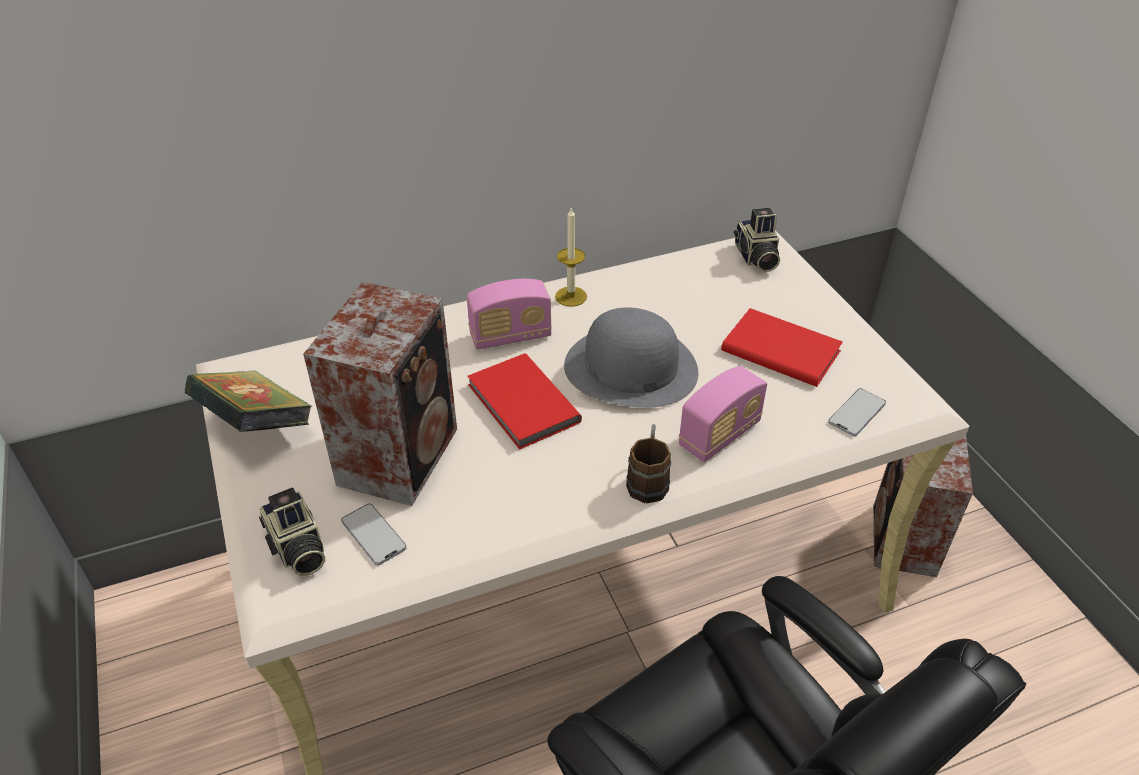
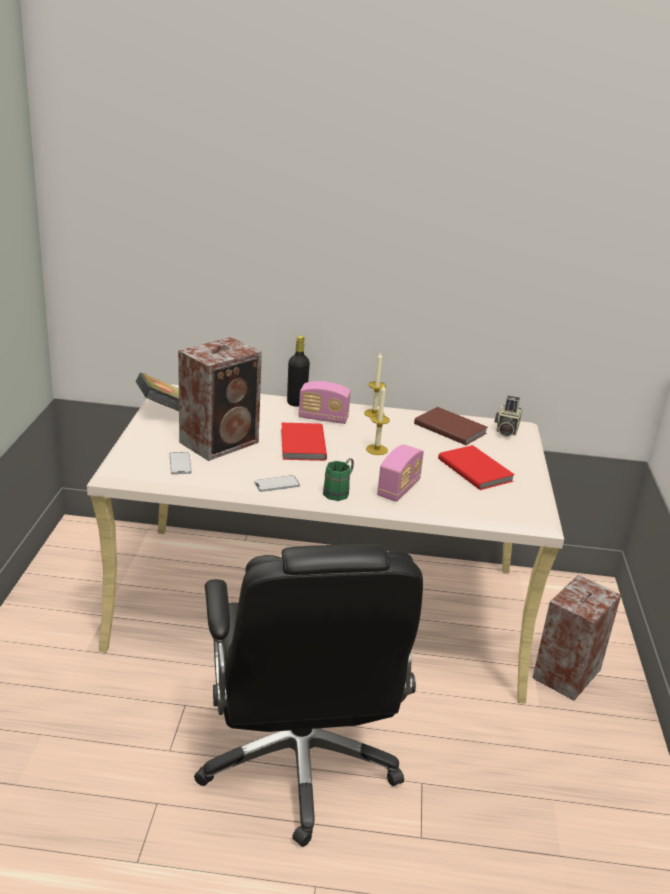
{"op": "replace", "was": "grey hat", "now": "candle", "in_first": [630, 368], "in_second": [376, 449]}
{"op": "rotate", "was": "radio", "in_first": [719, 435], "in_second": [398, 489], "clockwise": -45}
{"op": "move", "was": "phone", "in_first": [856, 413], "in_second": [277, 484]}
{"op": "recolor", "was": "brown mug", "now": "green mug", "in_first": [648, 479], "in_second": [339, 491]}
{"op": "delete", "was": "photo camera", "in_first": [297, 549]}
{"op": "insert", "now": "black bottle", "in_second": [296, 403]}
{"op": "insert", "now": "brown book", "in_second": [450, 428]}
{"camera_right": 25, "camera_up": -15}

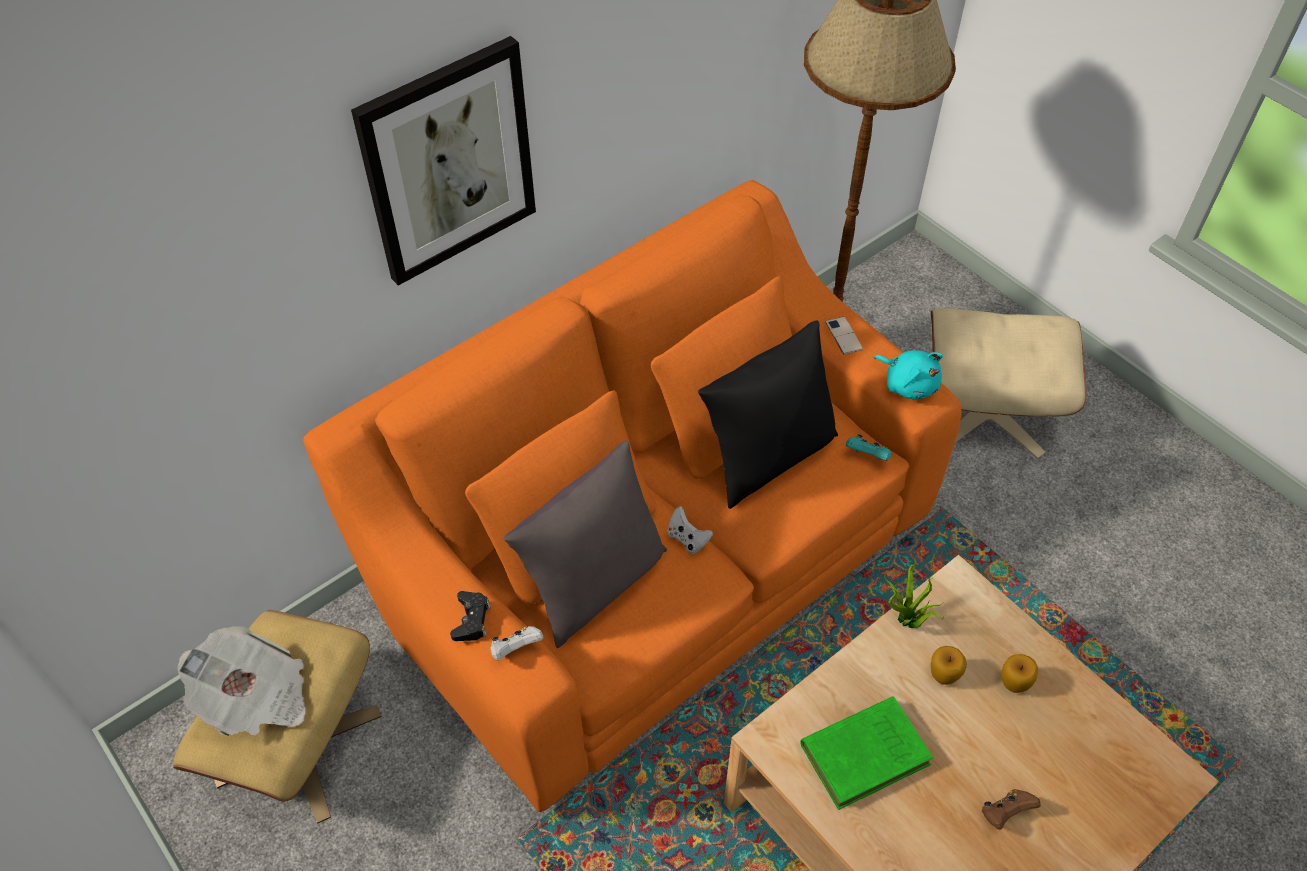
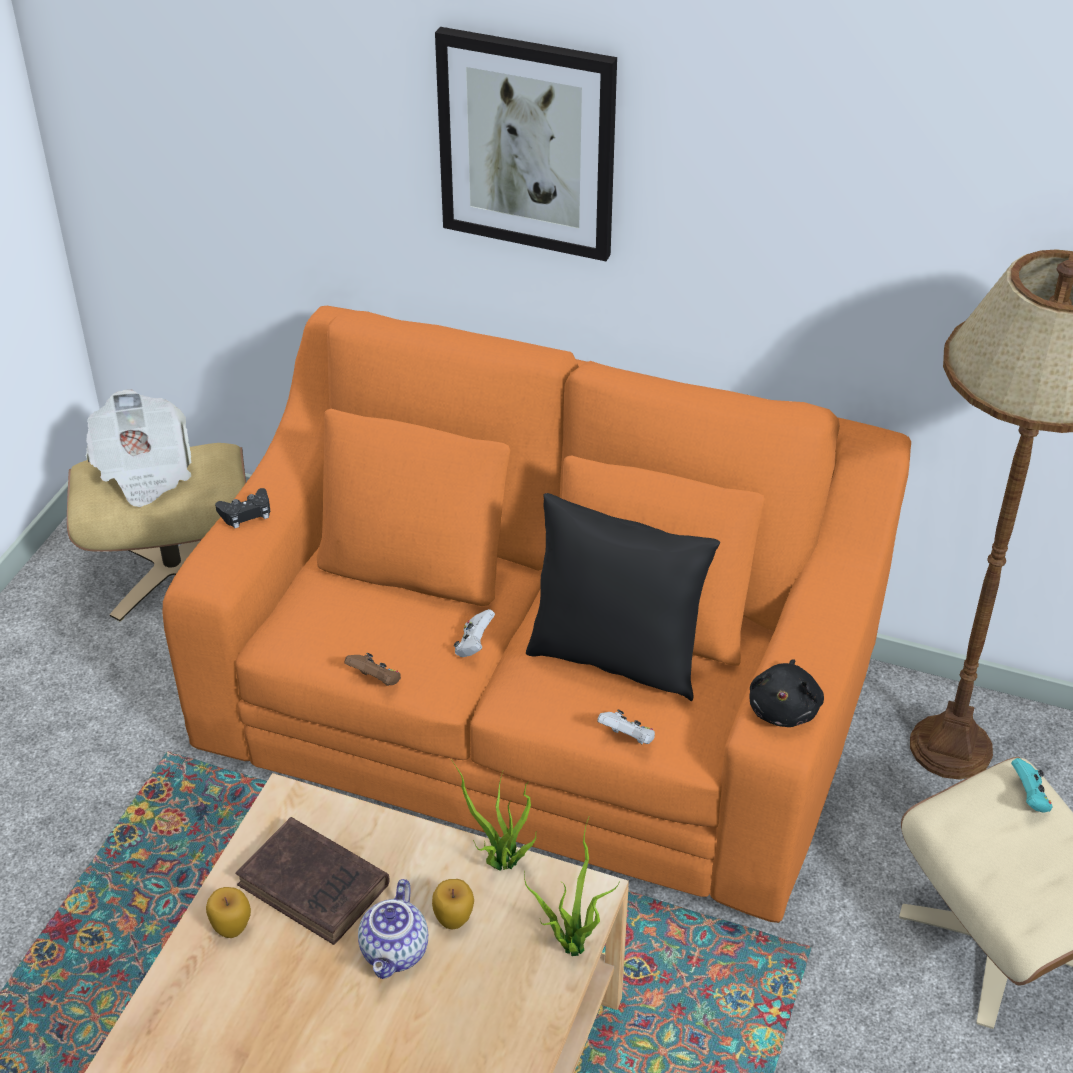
{"op": "delete", "was": "phone", "in_first": [843, 336]}
{"op": "recolor", "was": "turquoise plush toy", "now": "black plush toy", "in_first": [908, 384], "in_second": [784, 708]}
{"op": "move", "was": "turquoise game controller", "in_first": [867, 456], "in_second": [1029, 797]}
{"op": "delete", "was": "grey pillow", "in_first": [594, 584]}
{"op": "move", "was": "white game controller", "in_first": [516, 649], "in_second": [628, 738]}
{"op": "move", "was": "apple", "in_first": [1014, 683], "in_second": [231, 928]}
{"op": "recolor", "was": "green book", "now": "brown book", "in_first": [867, 753], "in_second": [316, 887]}
{"op": "move", "was": "brown game controller", "in_first": [1005, 813], "in_second": [376, 680]}
{"op": "insert", "now": "potted plant", "in_second": [570, 943]}
{"op": "insert", "now": "teapot", "in_second": [396, 952]}
{"camera_right": 60, "camera_up": -10}

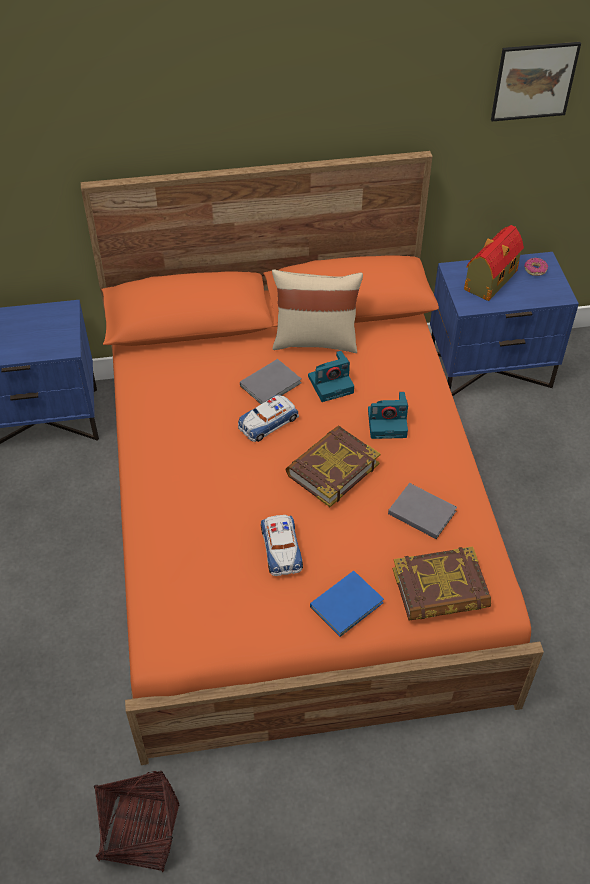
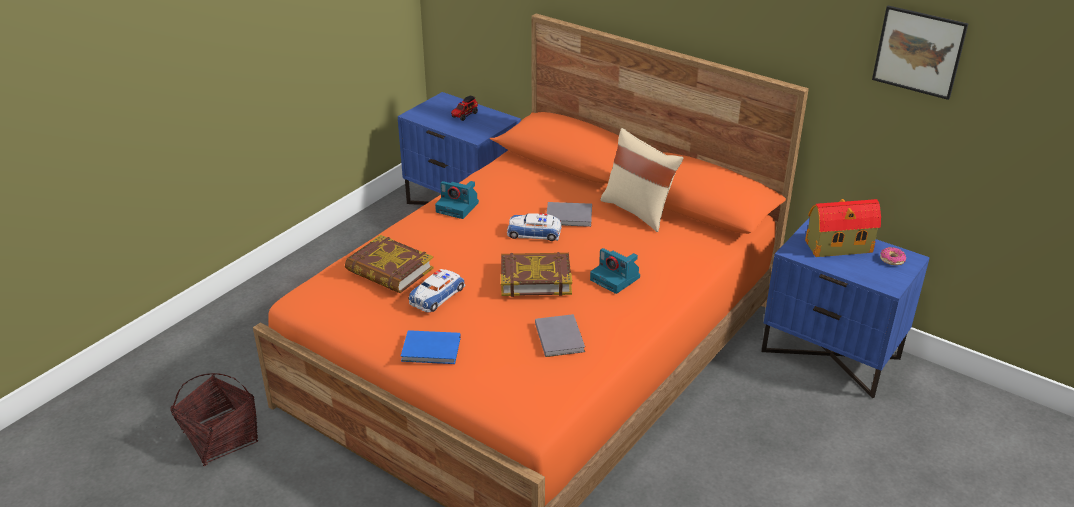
{"op": "move", "was": "photo camera", "in_first": [331, 384], "in_second": [458, 207]}
{"op": "move", "was": "book", "in_first": [440, 589], "in_second": [389, 270]}
{"op": "insert", "now": "toy truck", "in_second": [464, 115]}
{"camera_right": 45, "camera_up": -15}

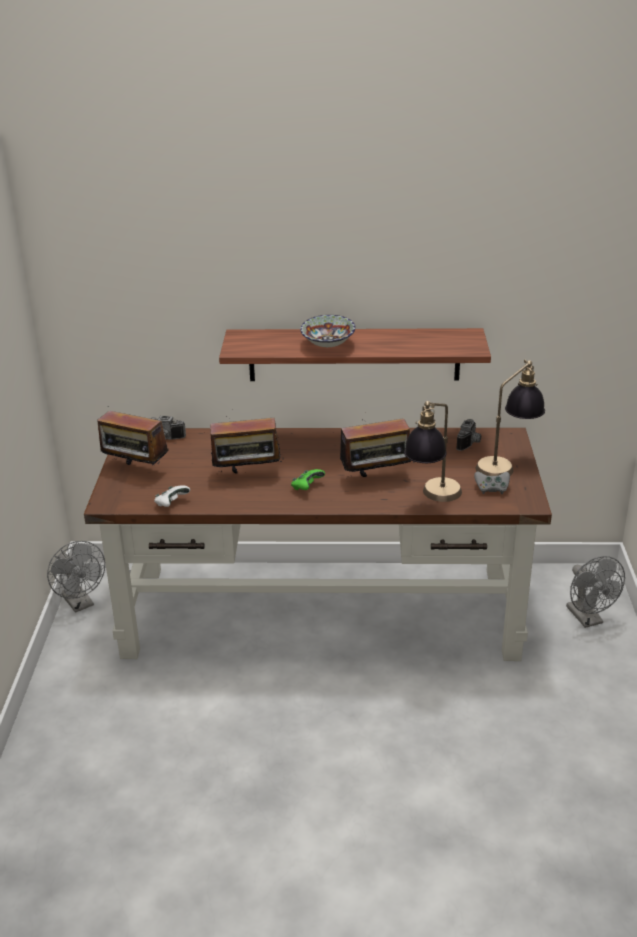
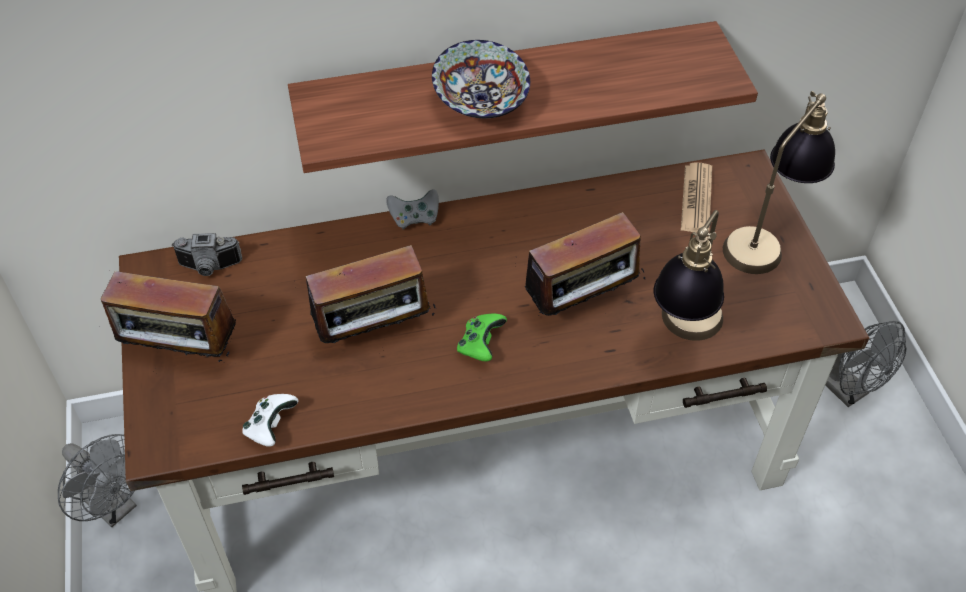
{"op": "replace", "was": "photo camera", "now": "newspaper", "in_first": [470, 443], "in_second": [696, 199]}
{"op": "move", "was": "grey game controller", "in_first": [491, 489], "in_second": [414, 218]}
{"camera_right": -15, "camera_up": 20}

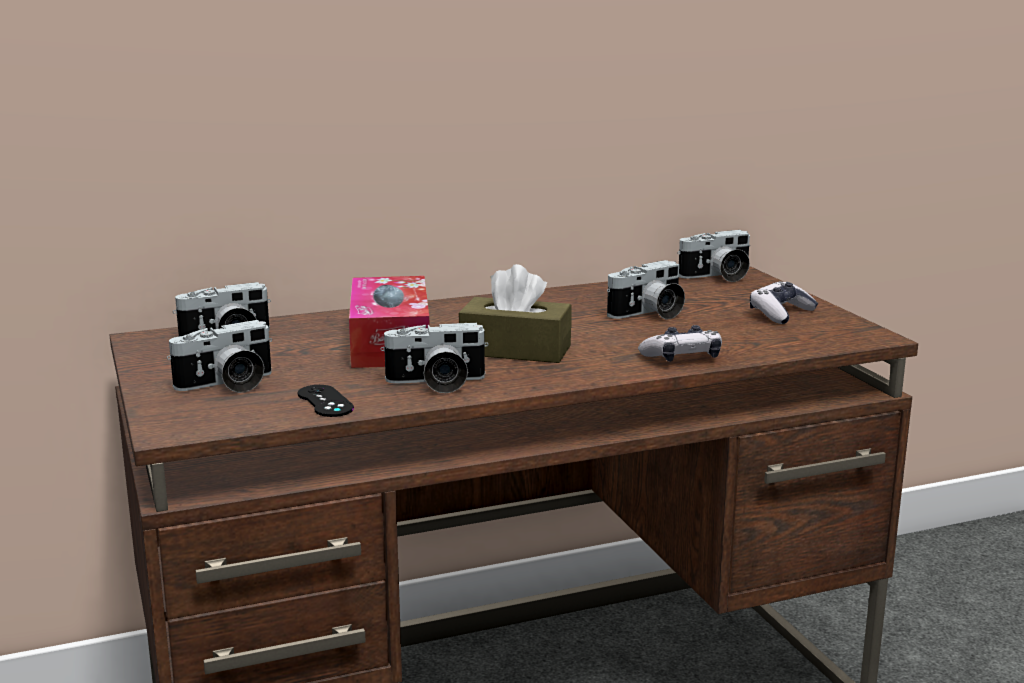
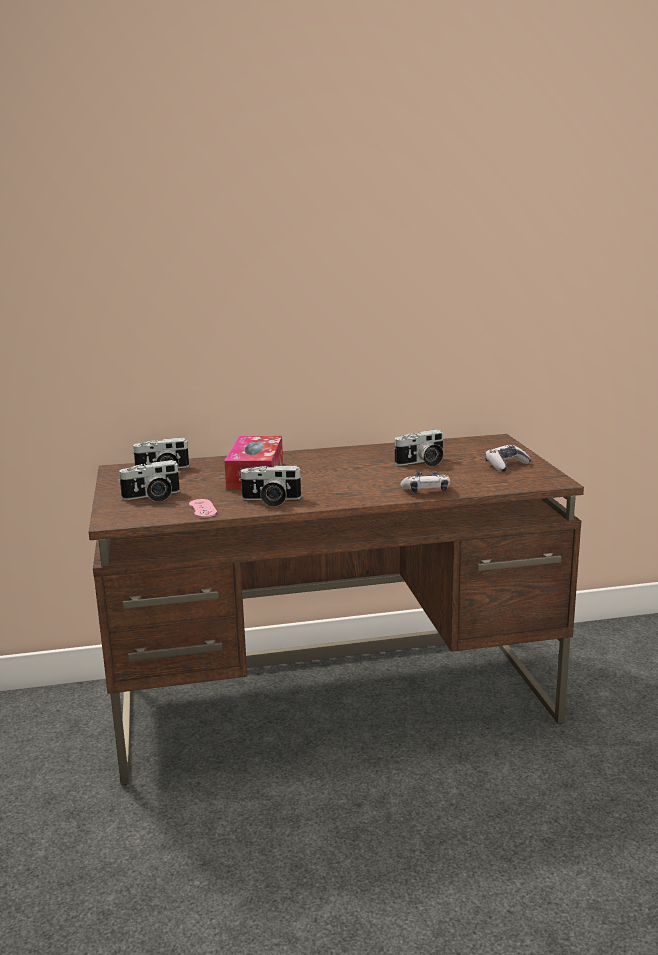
{"op": "delete", "was": "photo camera", "in_first": [717, 277]}
{"op": "delete", "was": "brown tissue box", "in_first": [515, 350]}
{"op": "recolor", "was": "black game controller", "now": "pink game controller", "in_first": [325, 401], "in_second": [202, 508]}
{"camera_right": 10, "camera_up": 0}

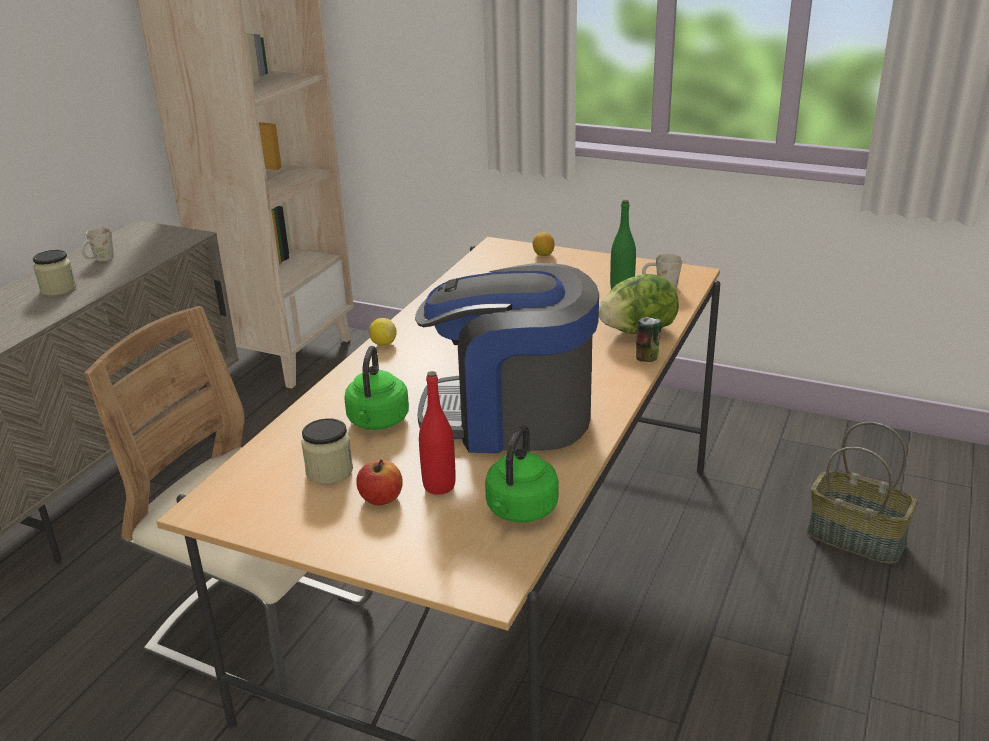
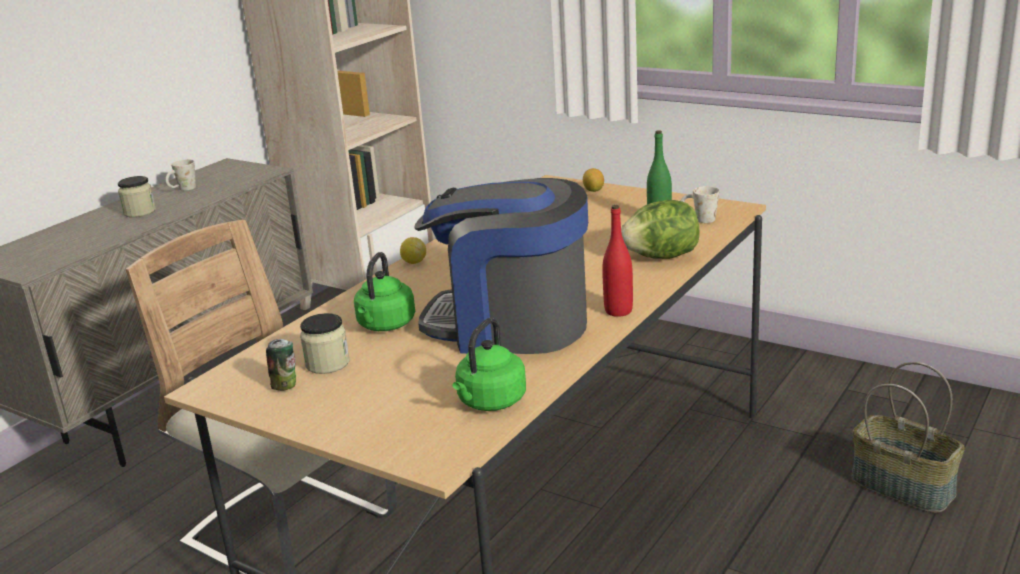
{"op": "move", "was": "can", "in_first": [647, 358], "in_second": [286, 386]}
{"op": "move", "was": "red bottle", "in_first": [439, 486], "in_second": [618, 311]}
{"op": "delete", "was": "apple", "in_first": [381, 498]}
{"camera_right": 10, "camera_up": -5}

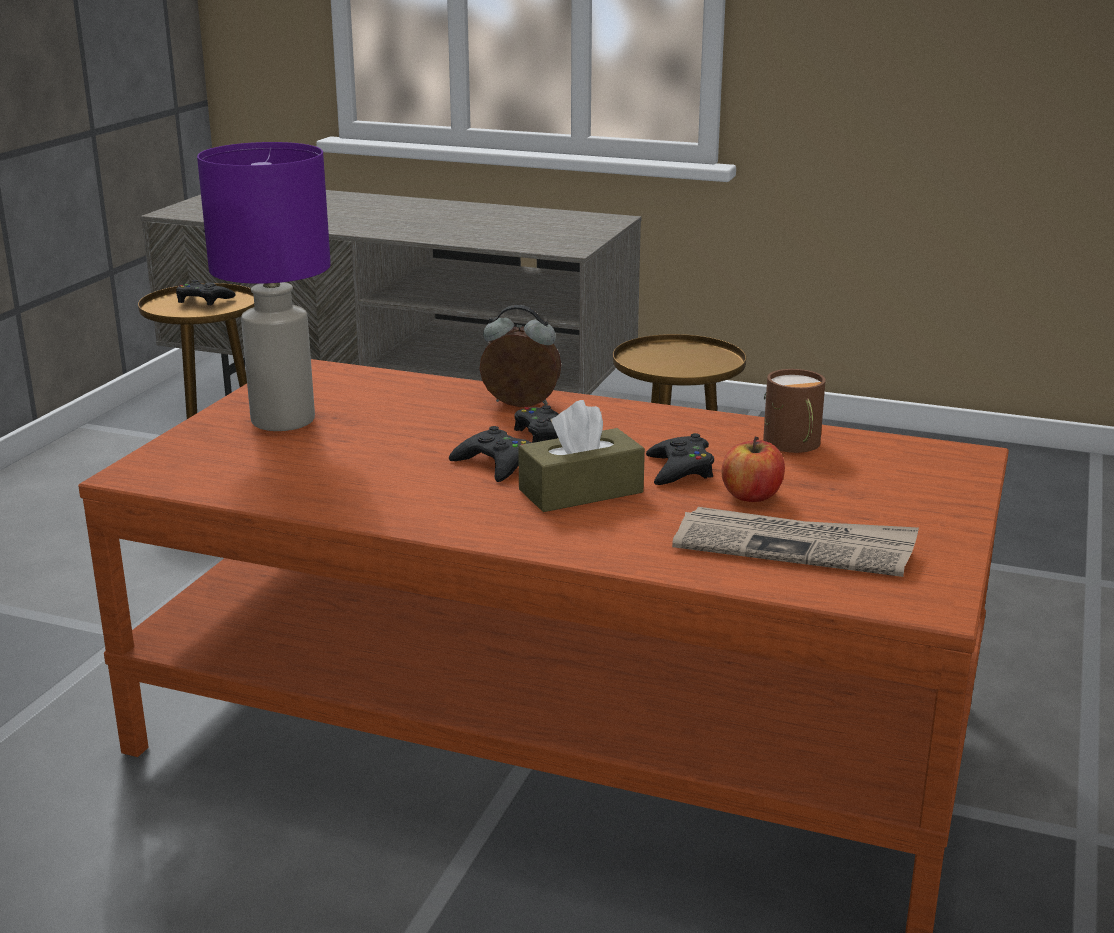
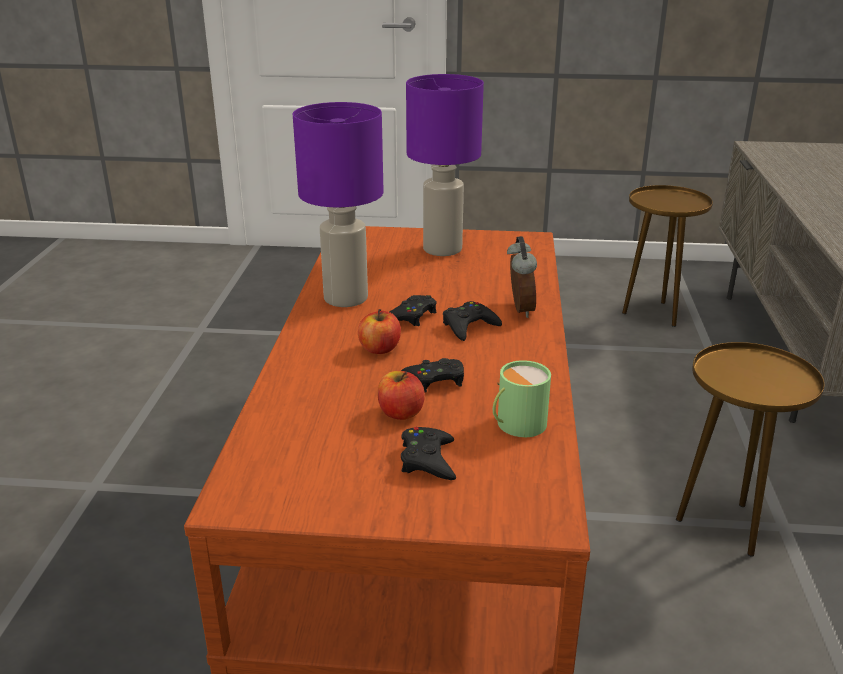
{"op": "move", "was": "black game controller", "in_first": [203, 300], "in_second": [428, 460]}
{"op": "recolor", "was": "brown mug", "now": "green mug", "in_first": [793, 444], "in_second": [516, 424]}
{"op": "replace", "was": "brown tissue box", "now": "apple", "in_first": [581, 491], "in_second": [380, 349]}
{"op": "delete", "was": "newspaper", "in_first": [795, 547]}
{"op": "insert", "now": "purple table lamp", "in_second": [346, 299]}
{"camera_right": 75, "camera_up": 5}

